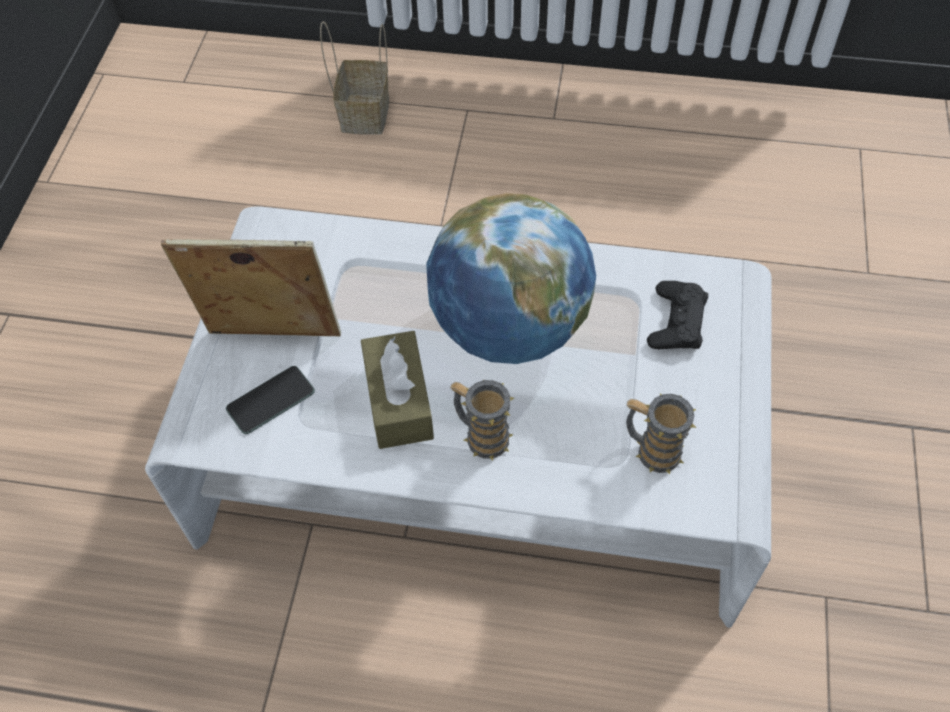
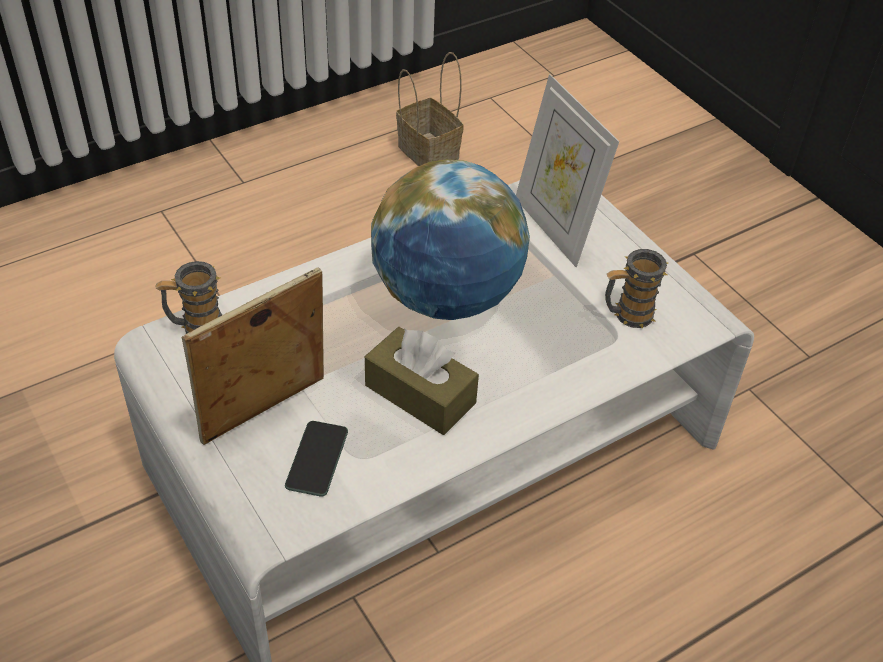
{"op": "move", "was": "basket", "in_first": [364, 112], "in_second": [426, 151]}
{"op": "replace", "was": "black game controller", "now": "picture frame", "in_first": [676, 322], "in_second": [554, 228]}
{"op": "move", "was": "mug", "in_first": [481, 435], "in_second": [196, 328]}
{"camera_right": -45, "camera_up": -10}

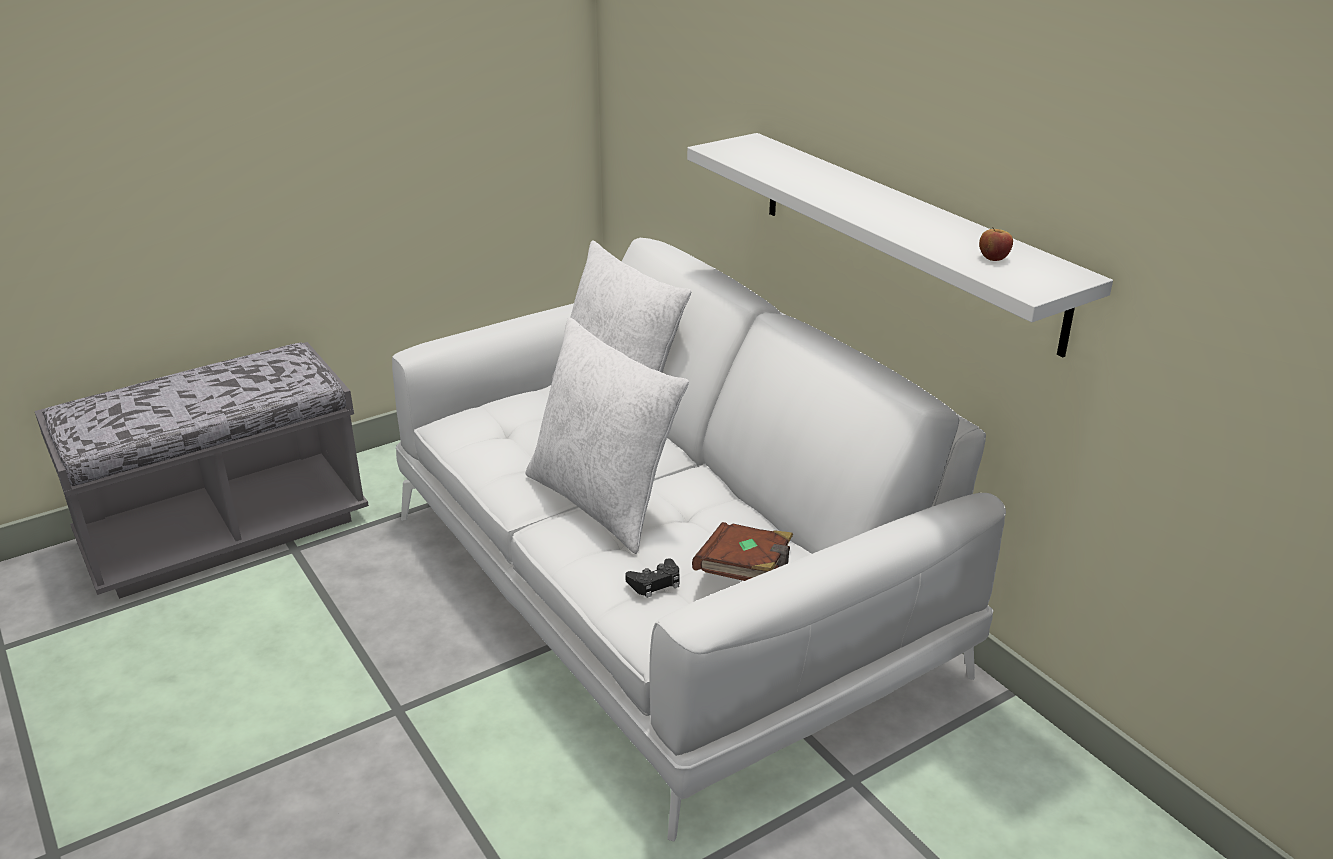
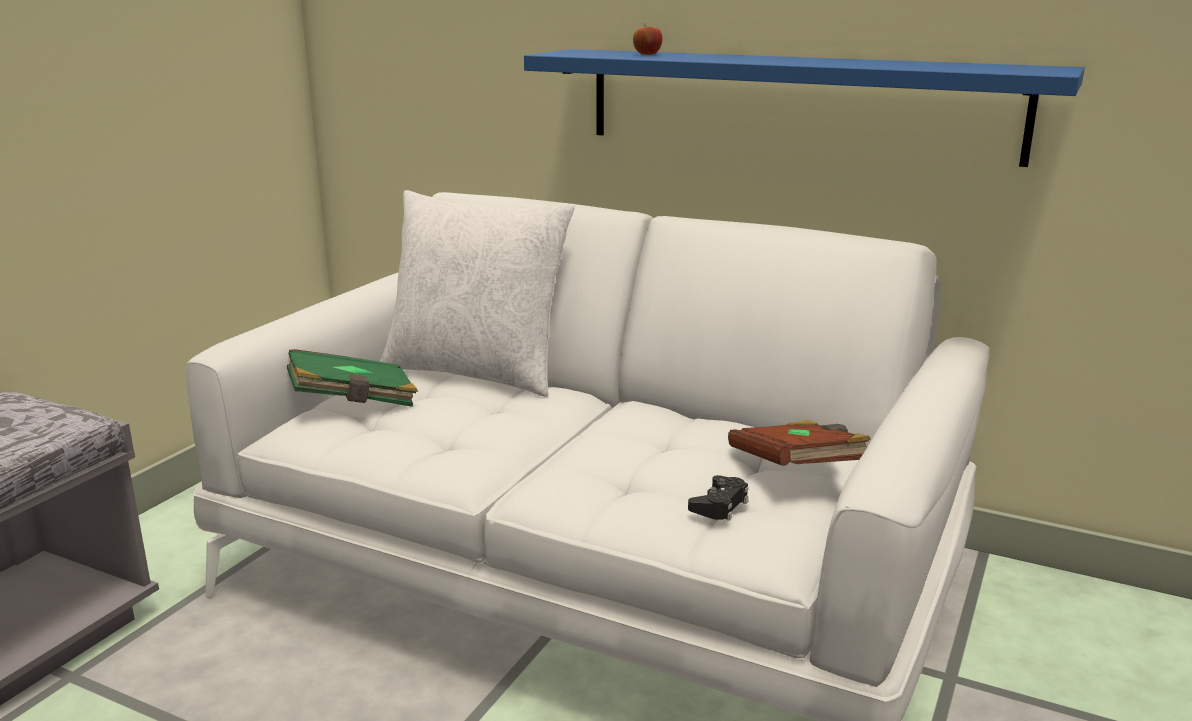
{"op": "recolor", "was": "white shelf", "now": "blue shelf", "in_first": [903, 236], "in_second": [796, 103]}
{"op": "move", "was": "apple", "in_first": [993, 258], "in_second": [647, 54]}
{"op": "delete", "was": "white pillow", "in_first": [603, 502]}
{"op": "insert", "now": "green book", "in_second": [353, 402]}
{"camera_right": -30, "camera_up": -10}

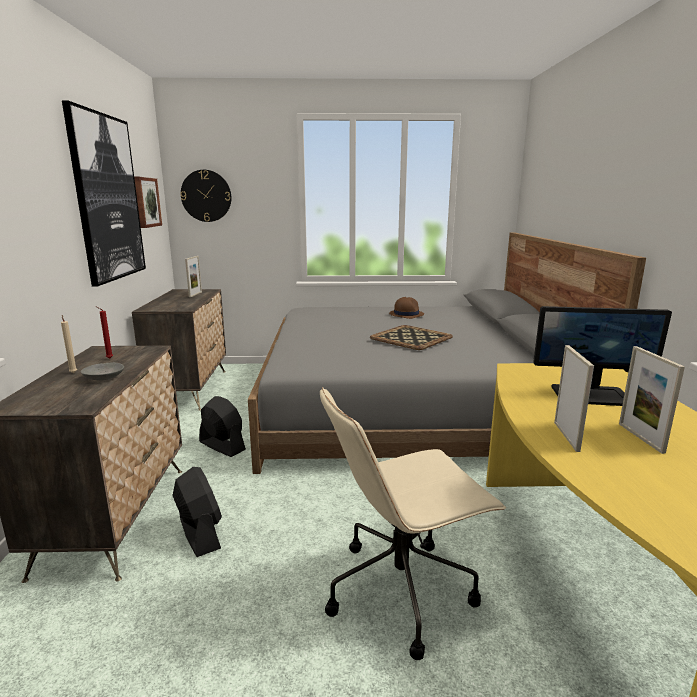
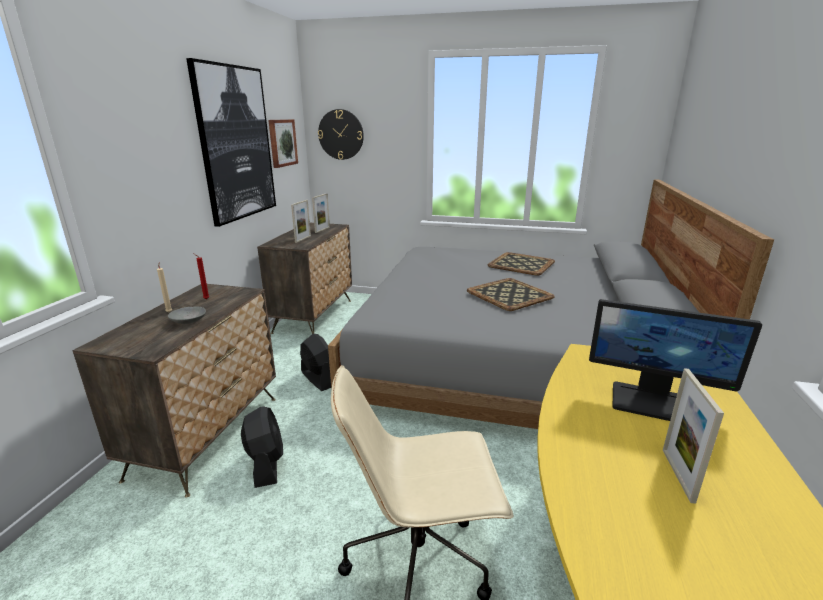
{"op": "replace", "was": "brown hat", "now": "tray", "in_first": [406, 314], "in_second": [521, 264]}
{"op": "move", "was": "picture frame", "in_first": [566, 436], "in_second": [303, 239]}
{"camera_right": 15, "camera_up": 5}

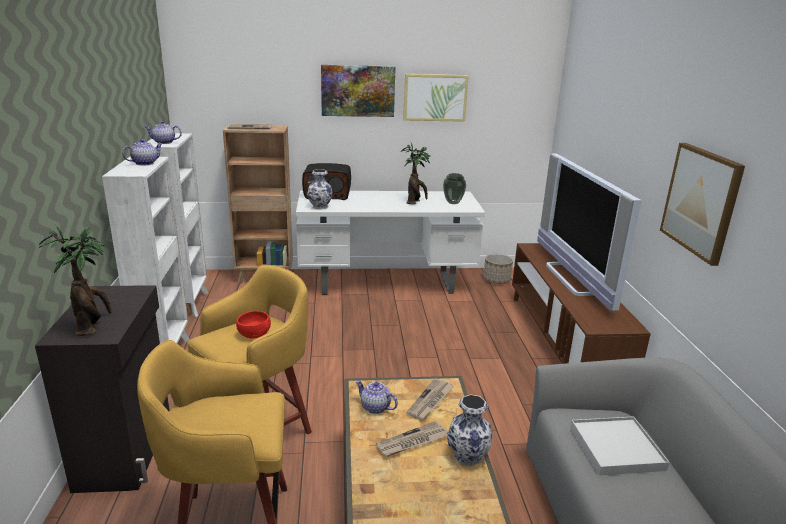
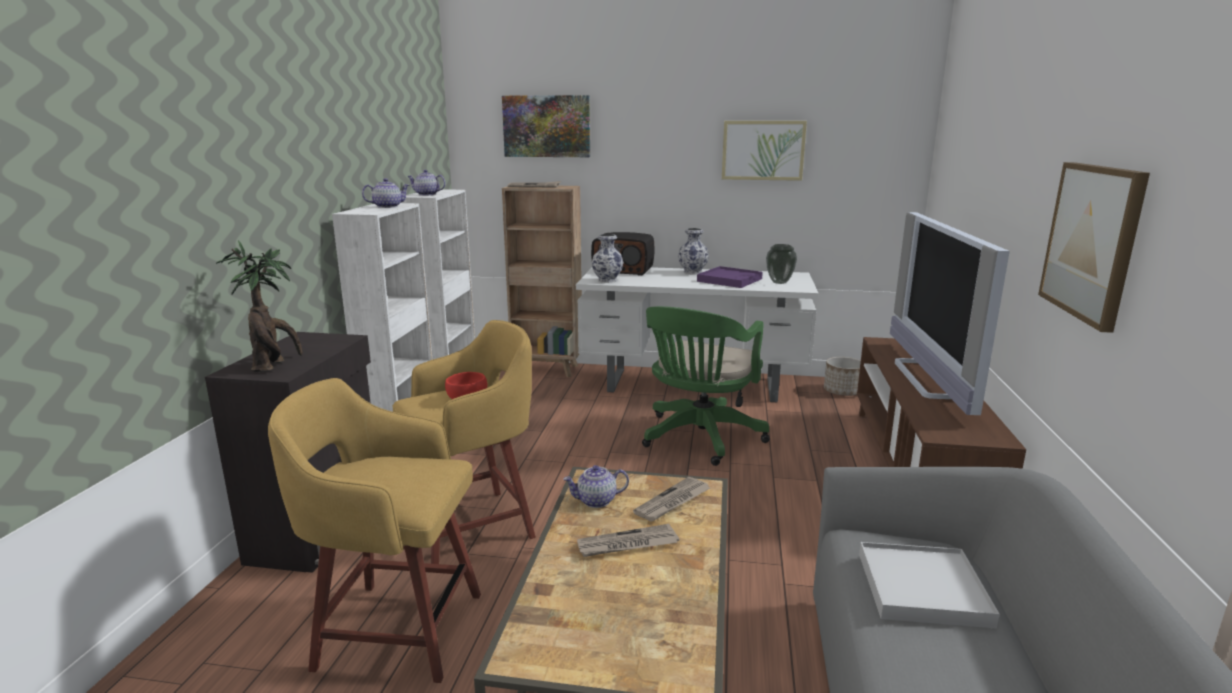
{"op": "move", "was": "picture", "in_first": [358, 91], "in_second": [546, 126]}
{"op": "replace", "was": "potted plant", "now": "purple tray", "in_first": [415, 202], "in_second": [729, 280]}
{"op": "rotate", "was": "teapot", "in_first": [375, 407], "in_second": [596, 501], "clockwise": -60}
{"op": "move", "was": "vase", "in_first": [467, 456], "in_second": [692, 272]}
{"op": "insert", "now": "green office chair", "in_second": [699, 439]}
{"camera_right": 15, "camera_up": -5}

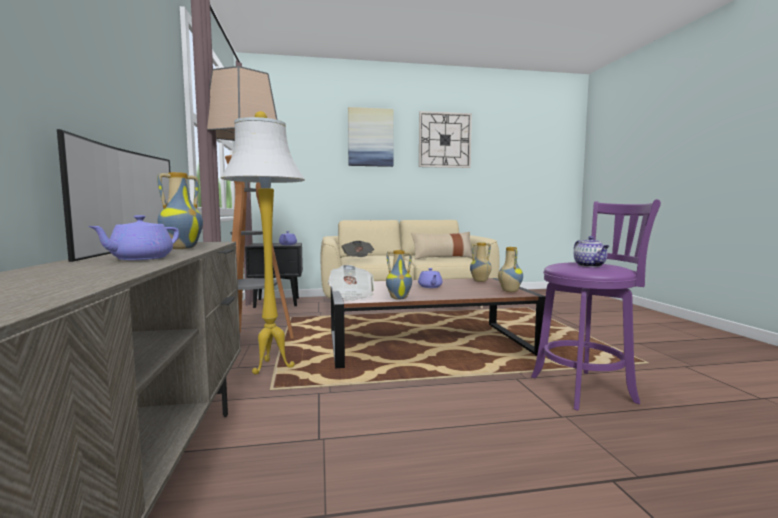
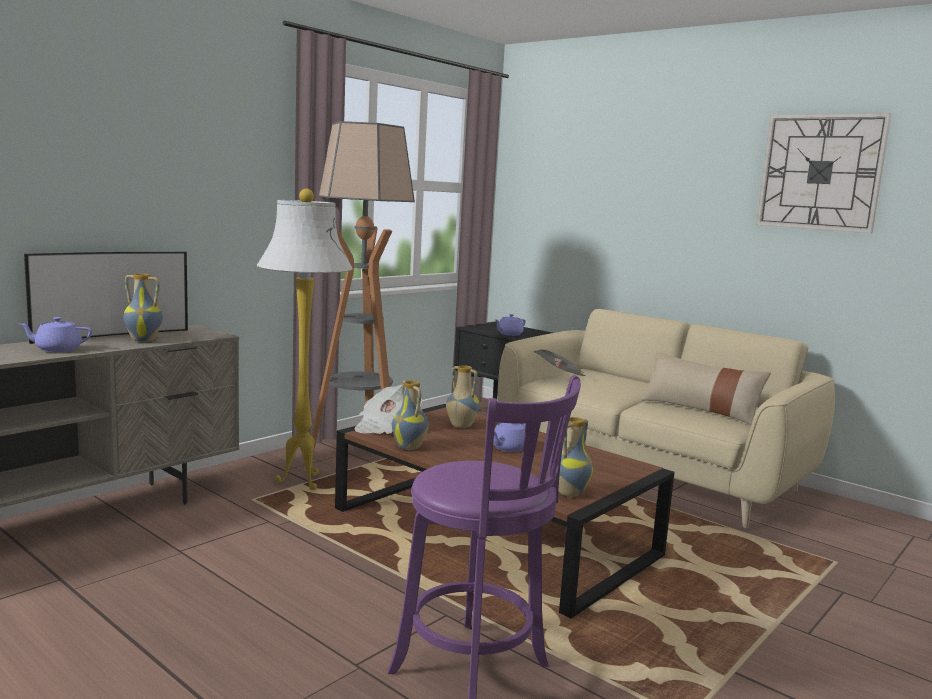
{"op": "delete", "was": "picture", "in_first": [370, 137]}
{"op": "delete", "was": "teapot", "in_first": [590, 266]}
{"op": "move", "was": "vase", "in_first": [480, 281], "in_second": [460, 426]}
{"camera_right": 50, "camera_up": 5}

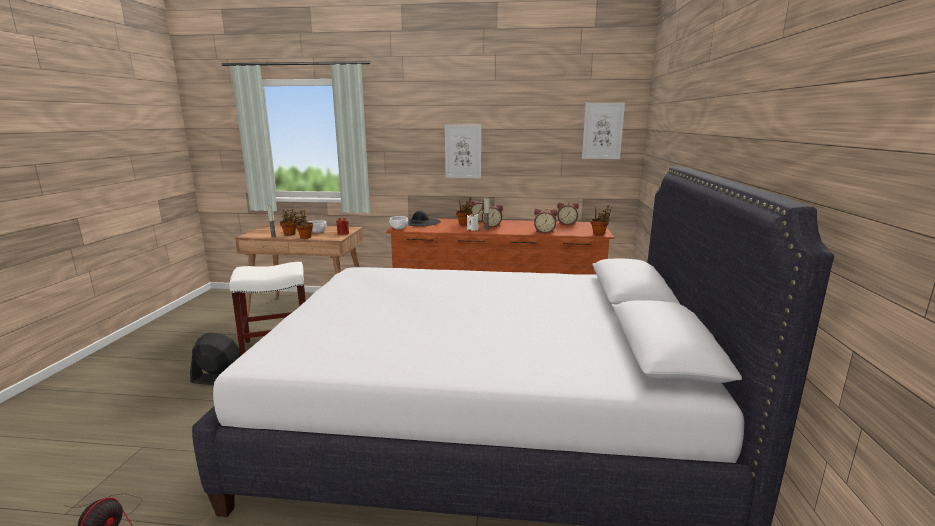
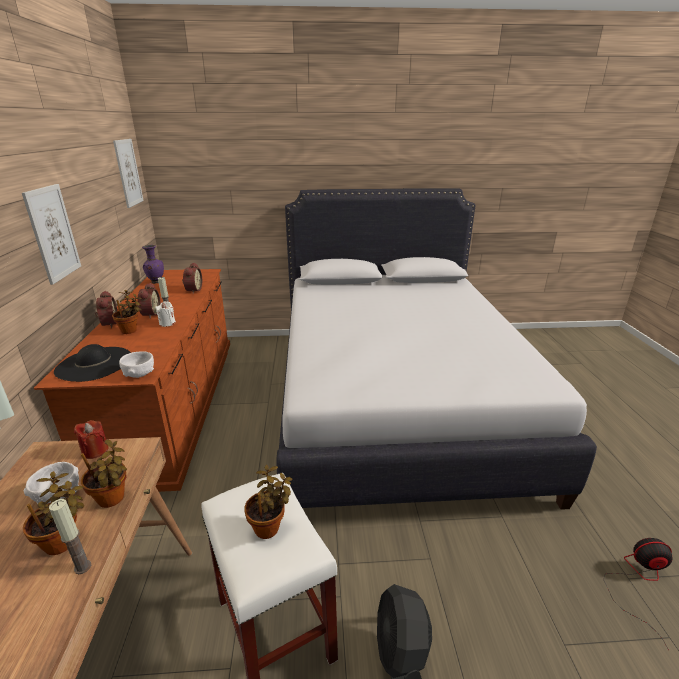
{"op": "replace", "was": "alarm clock", "now": "purple vase", "in_first": [566, 224], "in_second": [156, 282]}
{"op": "move", "was": "potted plant", "in_first": [599, 234], "in_second": [269, 527]}
{"camera_right": -100, "camera_up": 10}

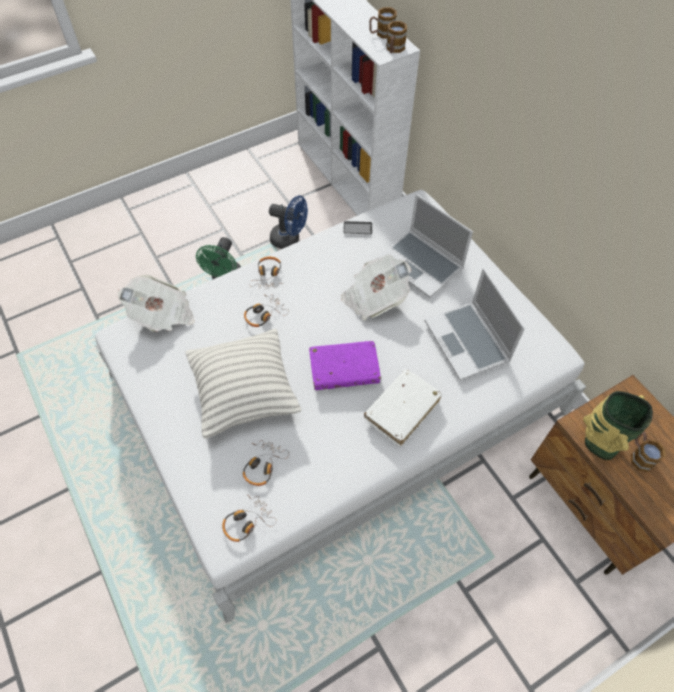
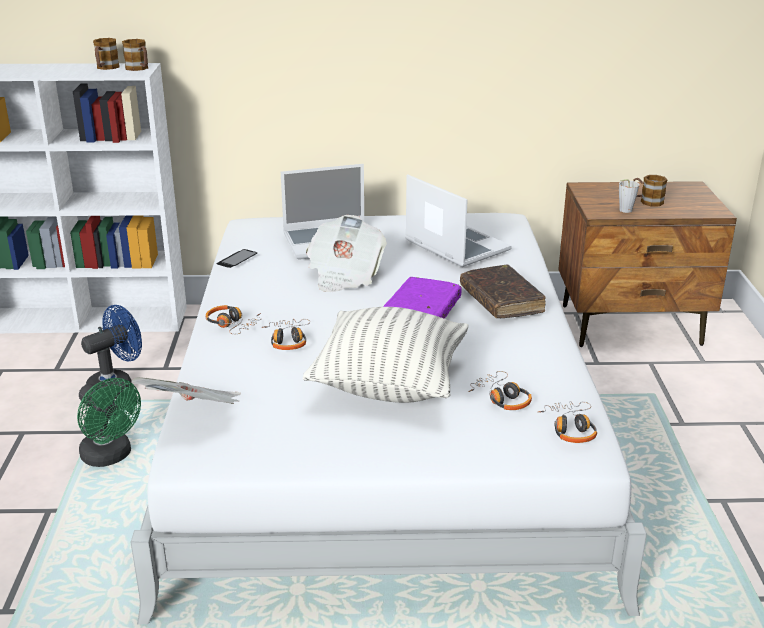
{"op": "rotate", "was": "laptop", "in_first": [468, 342], "in_second": [454, 246], "clockwise": -135}
{"op": "recolor", "was": "white book", "now": "brown book", "in_first": [402, 410], "in_second": [501, 300]}
{"op": "replace", "was": "vase", "now": "grey cup", "in_first": [599, 443], "in_second": [623, 211]}
{"camera_right": -60, "camera_up": -30}

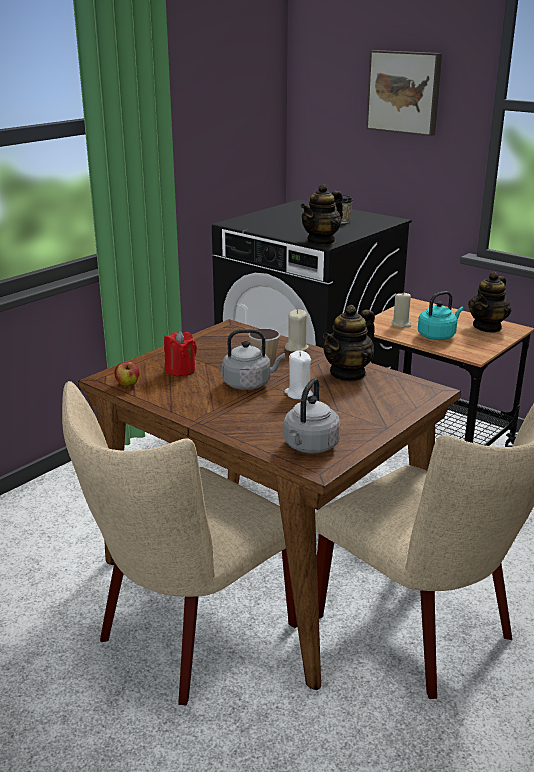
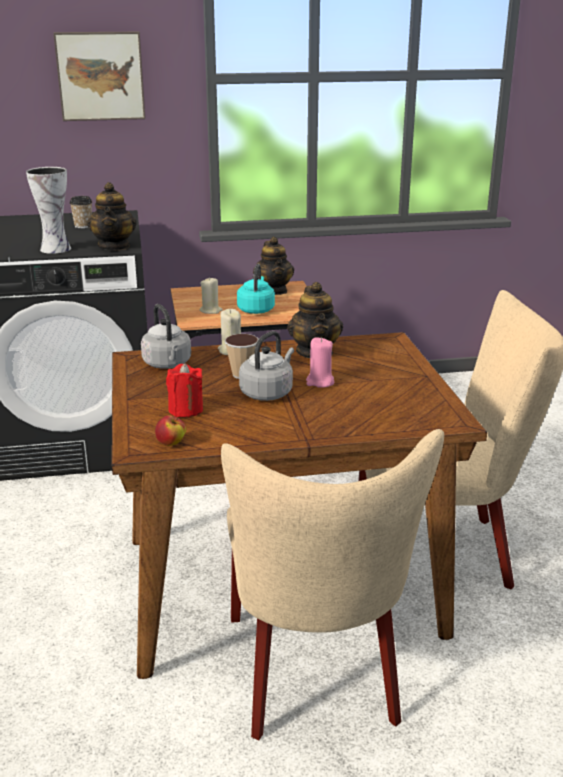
{"op": "recolor", "was": "white candle", "now": "pink candle", "in_first": [298, 394], "in_second": [320, 382]}
{"op": "move", "was": "grey kettle", "in_first": [310, 447], "in_second": [168, 364]}
{"op": "insert", "now": "vase", "in_second": [55, 248]}
{"camera_right": -50, "camera_up": 0}

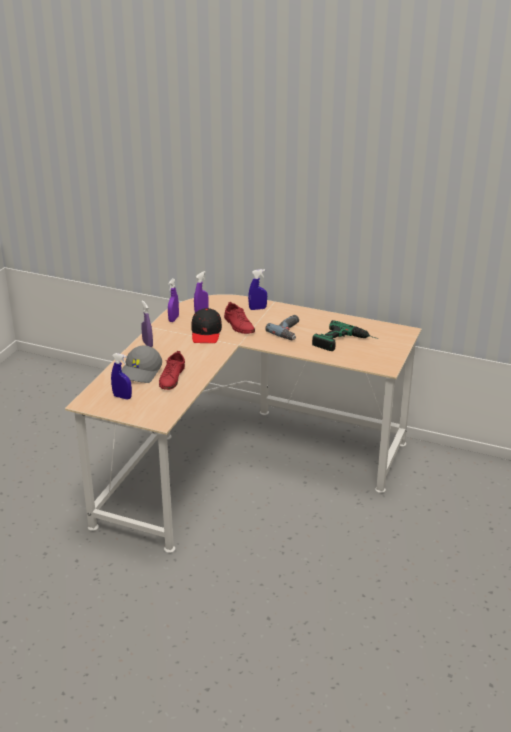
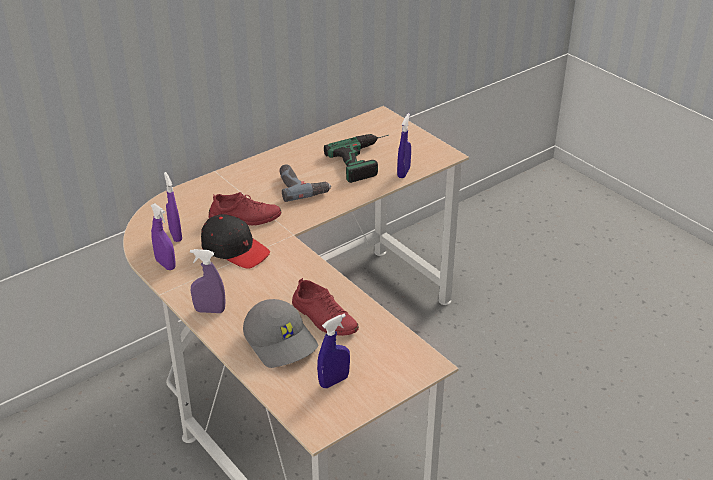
{"op": "move", "was": "blue spray bottle", "in_first": [257, 308], "in_second": [403, 173]}
{"camera_right": -60, "camera_up": 5}

